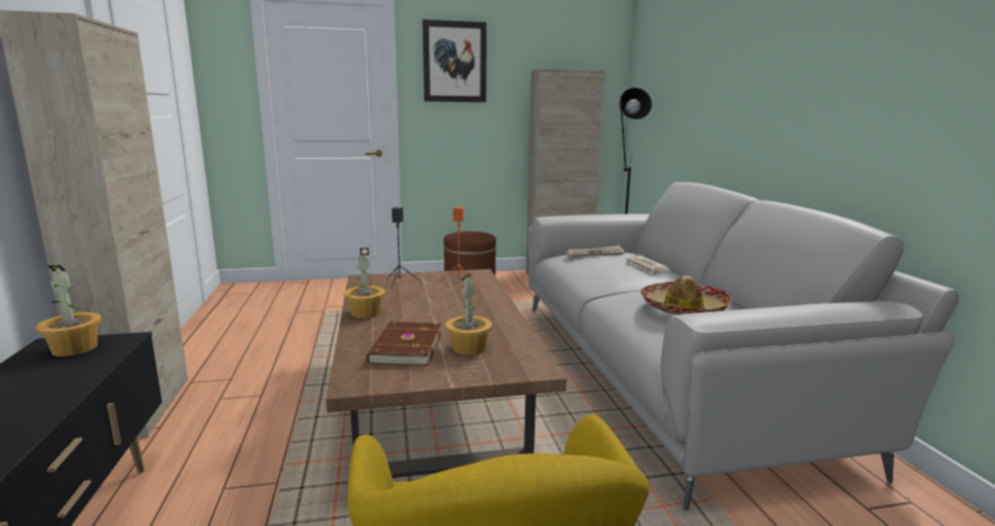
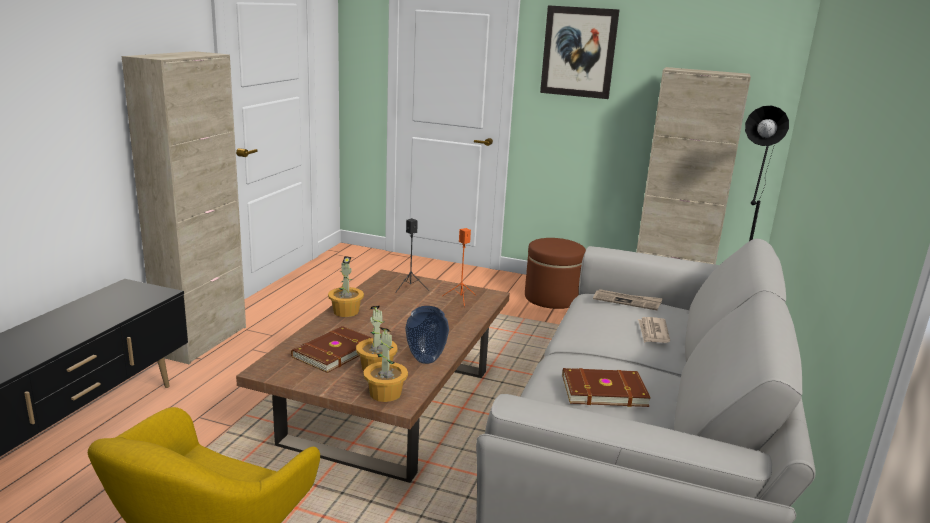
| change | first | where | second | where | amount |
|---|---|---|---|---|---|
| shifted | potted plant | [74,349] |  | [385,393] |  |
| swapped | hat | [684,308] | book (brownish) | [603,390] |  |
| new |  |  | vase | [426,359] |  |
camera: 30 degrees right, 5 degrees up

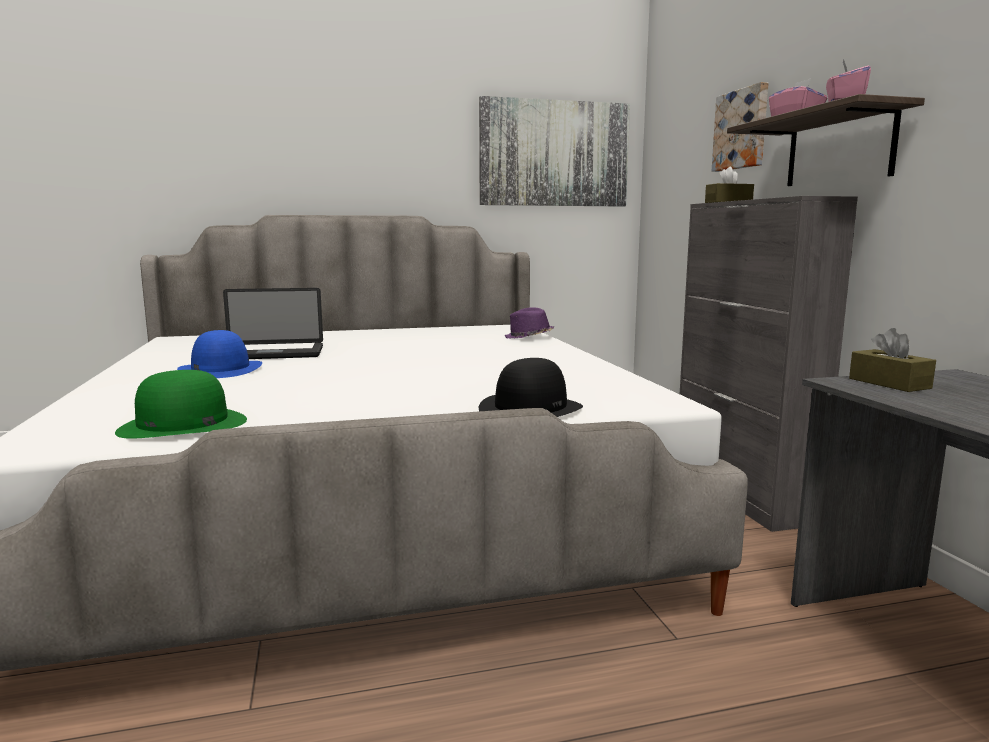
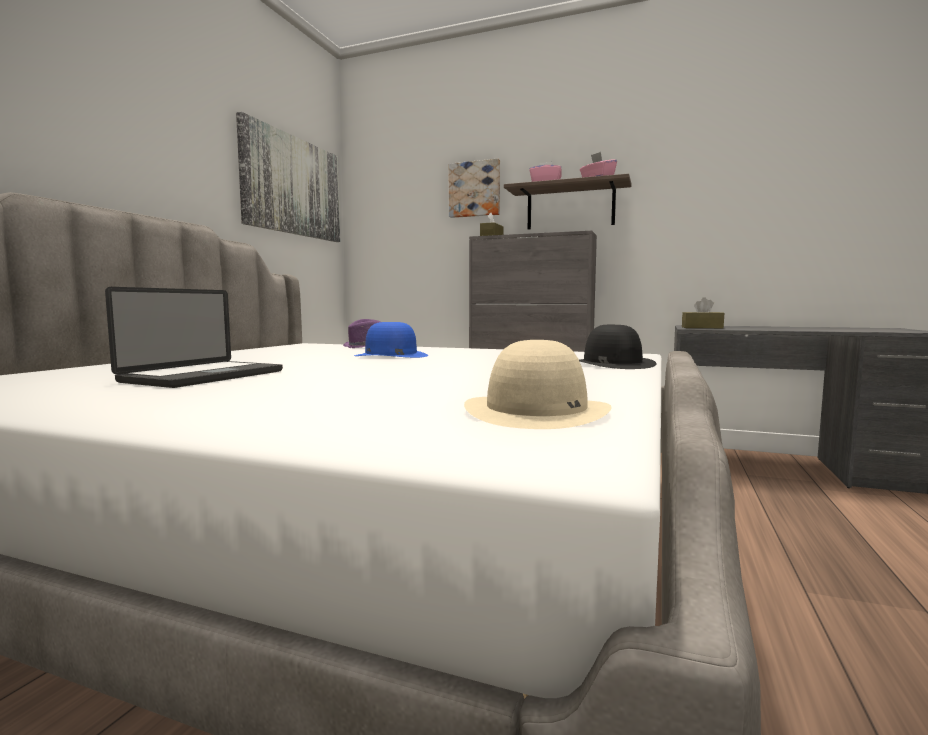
| change | first | where | second | where | amount |
|---|---|---|---|---|---|
| shifted | hat (blue-coloured) | [220,369] |  | [390,355] |  |
| repainted | hat (green-coloured) | [182,425] | hat (beige) | [536,411] |  |
camera: 55 degrees left, 5 degrees down

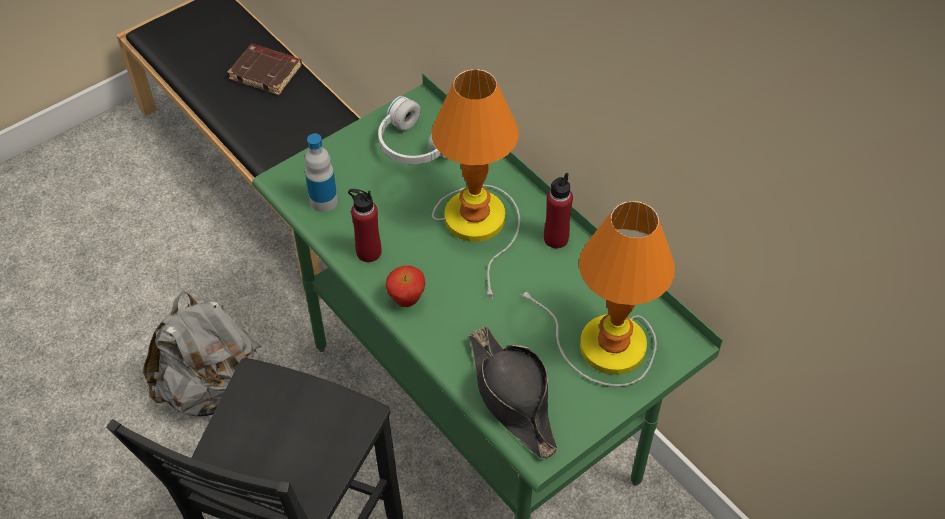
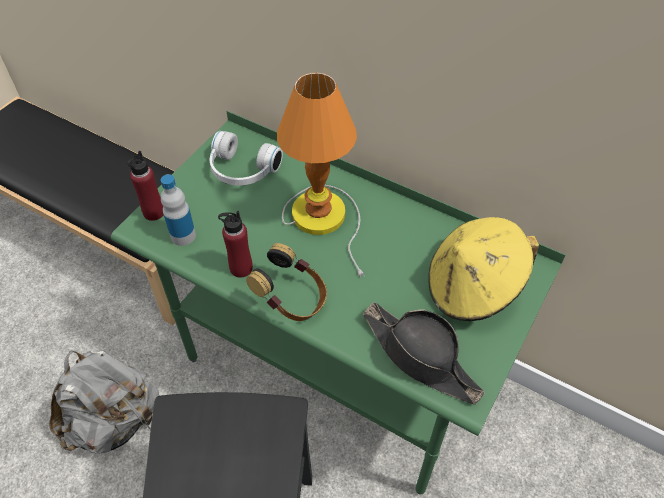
| change | first | where | second | where | amount |
|---|---|---|---|---|---|
| gone | book (brownish) | [267,73] |  |  |  |
| shifted | drink bottle (reddish) | [555,238] |  | [153,212] |  |
| swapped | tabletop lamp | [604,345] | hat (yellowish) | [472,288] |  |
| swapped | whole apple | [406,300] | pair of headphones | [292,300] |  |
camera: 20 degrees left, 0 degrees up

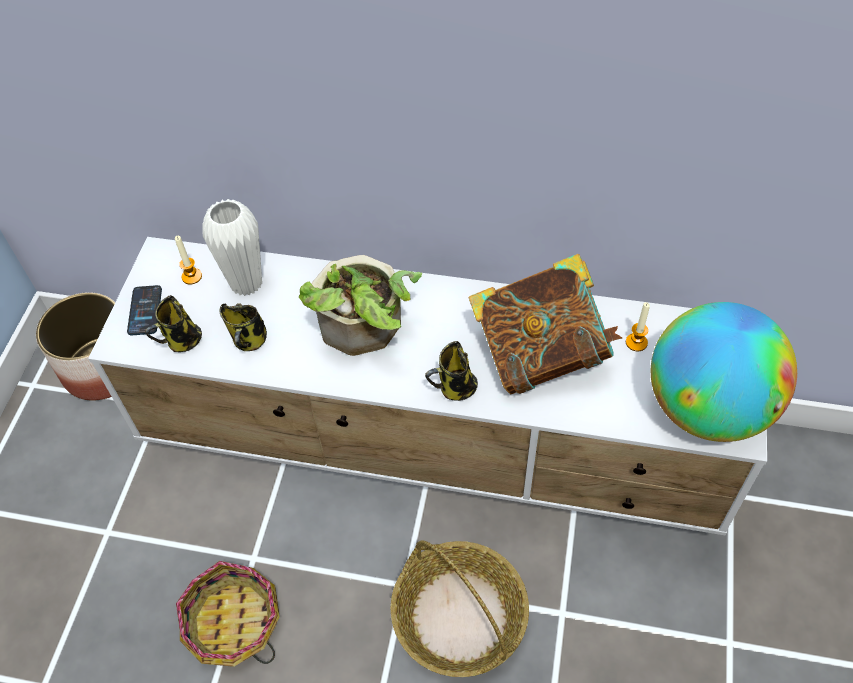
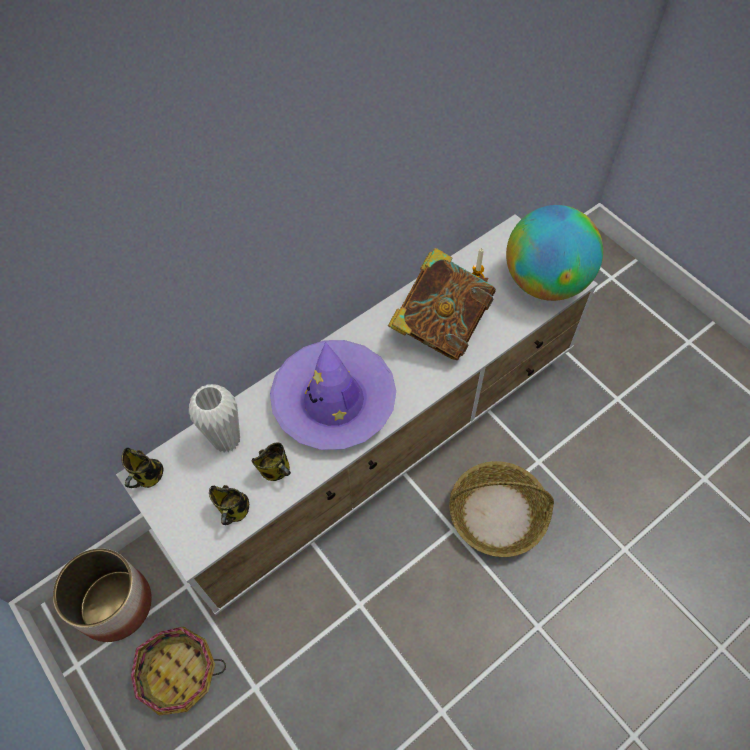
| change | first | where | second | where | amount |
|---|---|---|---|---|---|
| gone | wax light | [192,276] |  |  |  |
| swapped | potted plant | [364,331] | hat (purple) | [334,401] |  |
| gone | handset | [145,311] |  |  |  |
| shifted | coffee mug | [455,388] |  | [148,477] |  |
| shifted | storage basket | [233,622] |  | [178,673] |  |
camera: 50 degrees left, 5 degrees up

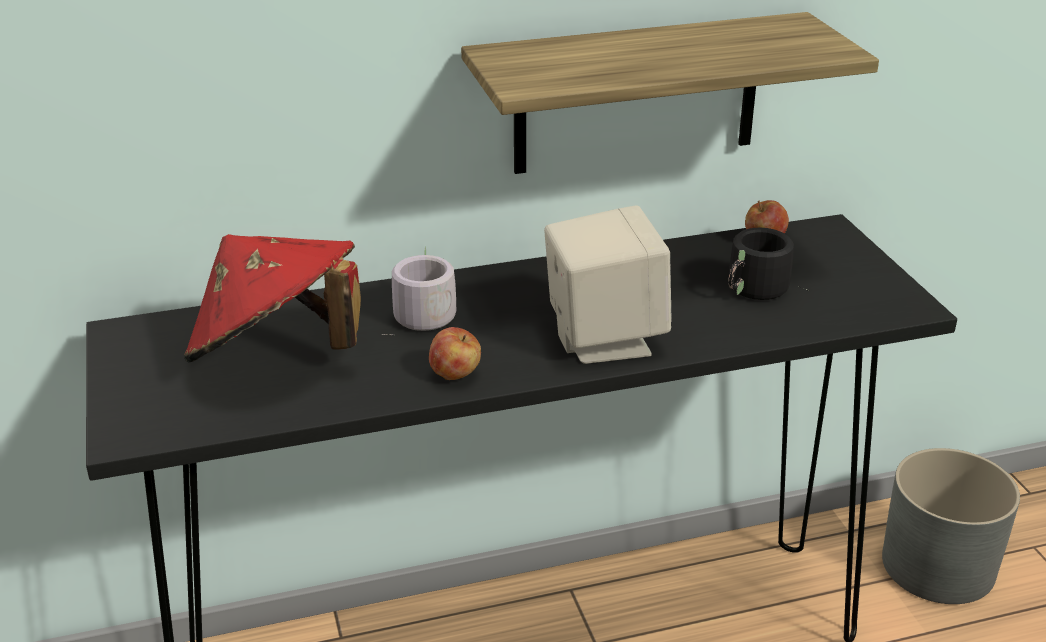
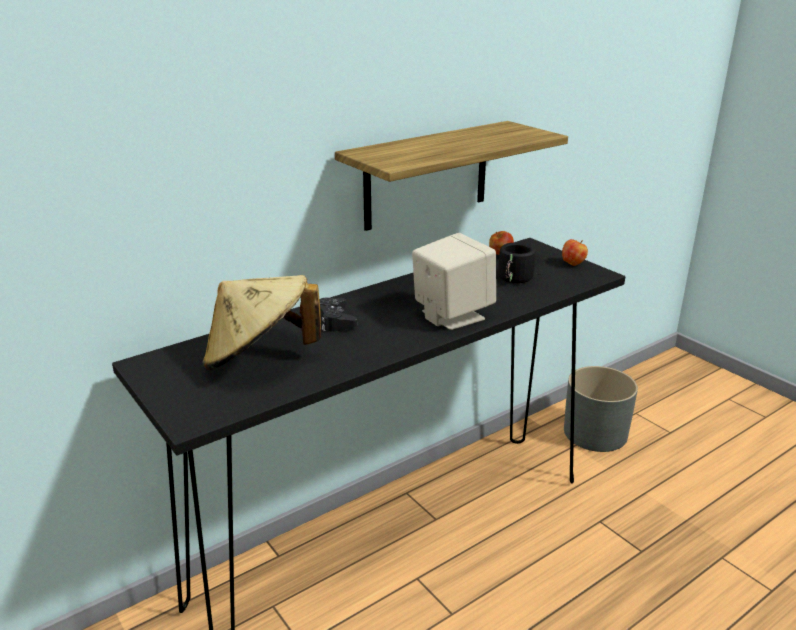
| change | first | where | second | where | amount |
|---|---|---|---|---|---|
| repainted | hat (reddish) | [277,354] | hat (beige) | [260,357] |  |
| swapped | coffee mug (grey) | [422,313] | game controller (black) | [335,320] |  |
| shifted | whole apple | [455,374] |  | [573,264] |  |
camera: 20 degrees left, 5 degrees down

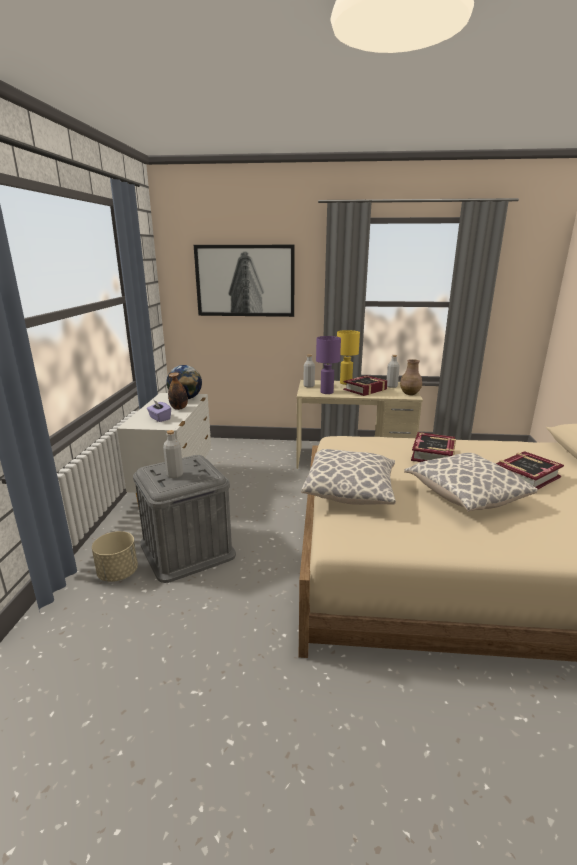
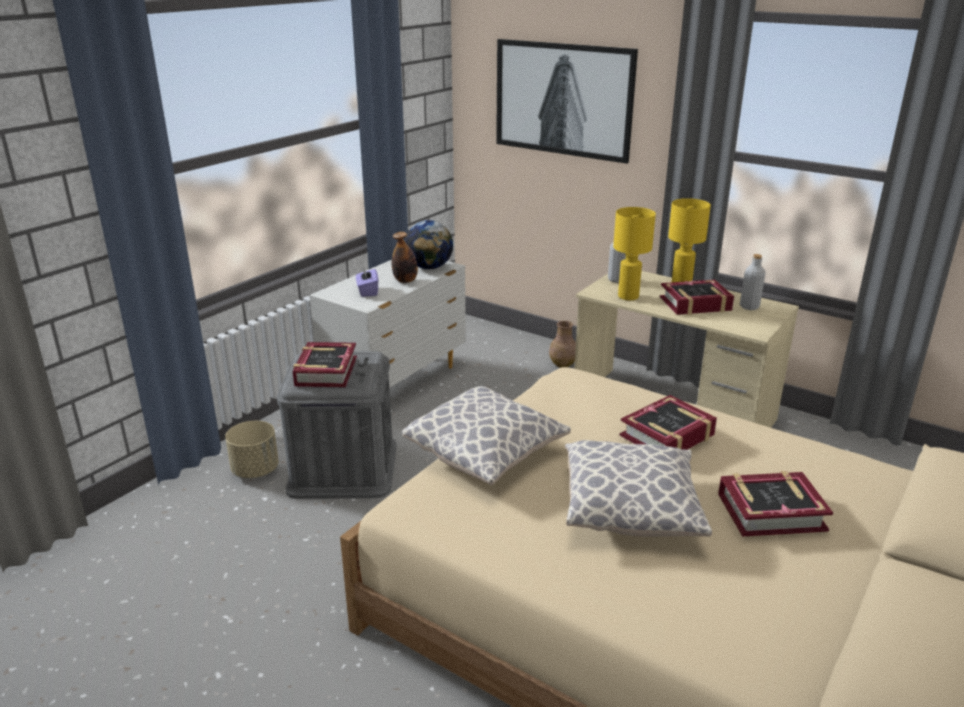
| change | first | where | second | where | amount |
|---|---|---|---|---|---|
| repainted | tabletop lamp (purple) | [327,392] | tabletop lamp (yellowish) | [628,297] |  |
| shifted | vase (brownish) | [410,393] |  | [562,364] |  |
| swapped | drink bottle (grey) | [174,475] | book | [325,371] |  |
camera: 30 degrees right, 5 degrees up

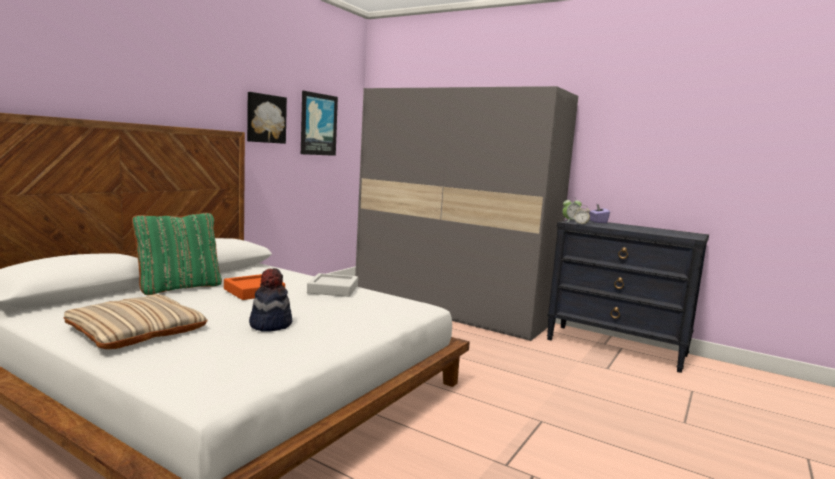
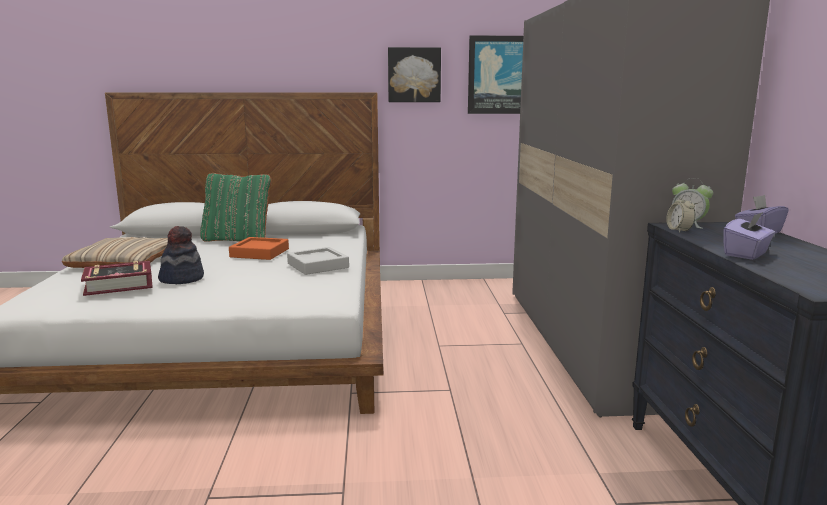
| change | first | where | second | where | amount |
|---|---|---|---|---|---|
| new |  |  | tissue box (purple) | [746,254] |  |
| new |  |  | book | [119,285] |  |
camera: 55 degrees right, 5 degrees up

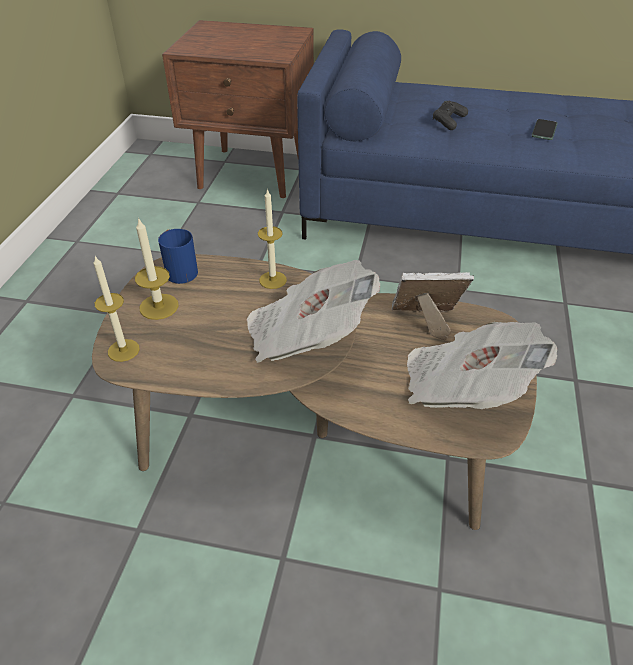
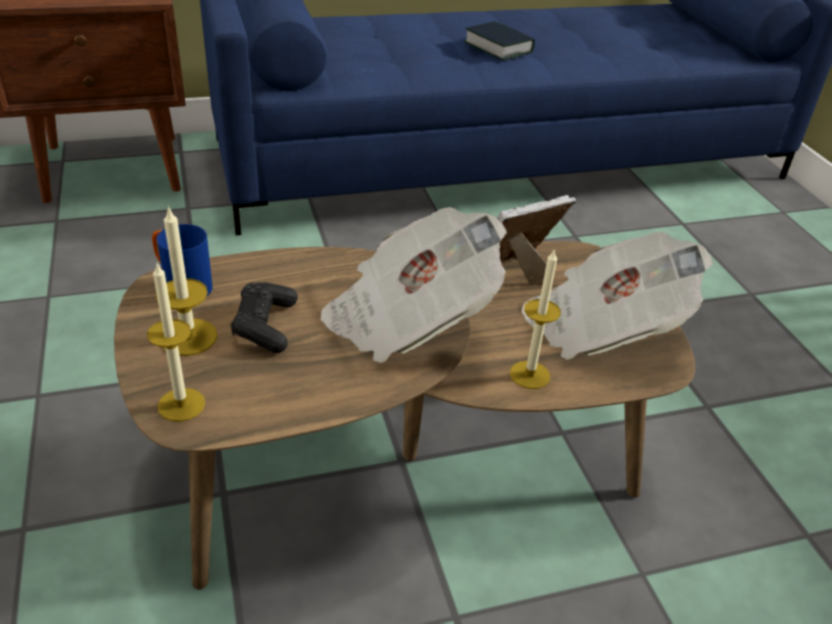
| change | first | where | second | where | amount |
|---|---|---|---|---|---|
| shifted | game controller (black) | [448,121] |  | [265,326] |  |
| swapped | handset | [544,130] | book | [498,48] |  |
| shifted | wax light | [273,280] |  | [529,375] |  |
camera: 30 degrees left, 5 degrees down

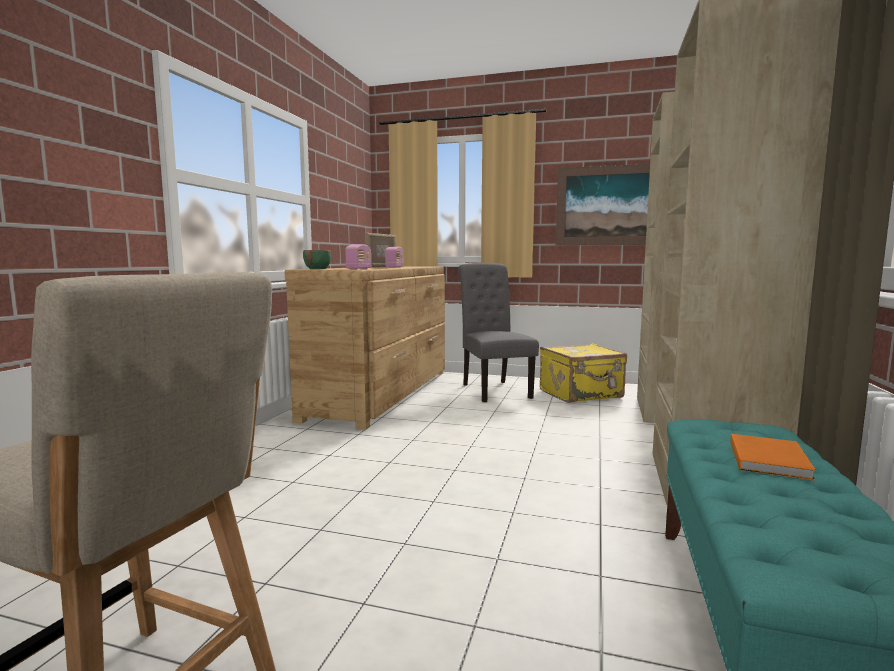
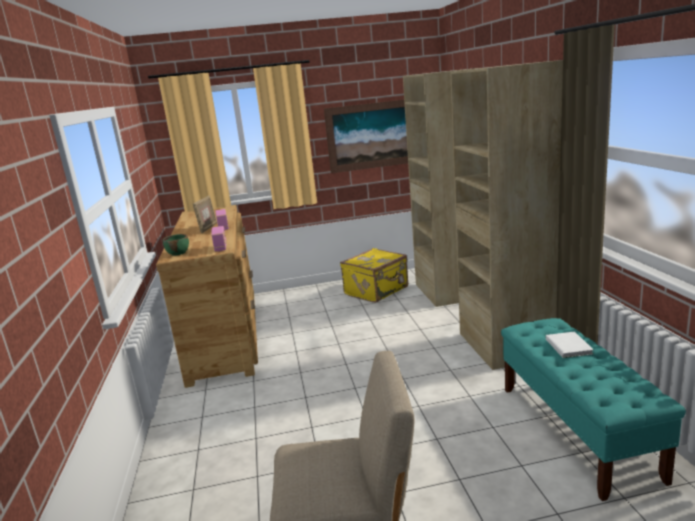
| change | first | where | second | where | amount |
|---|---|---|---|---|---|
| gone | upright chair (grey) | [493,390] |  |  |  |
| repainted | book (orange-coloured) | [769,459] | book (white) | [568,346] |  |
camera: 25 degrees left, 10 degrees up

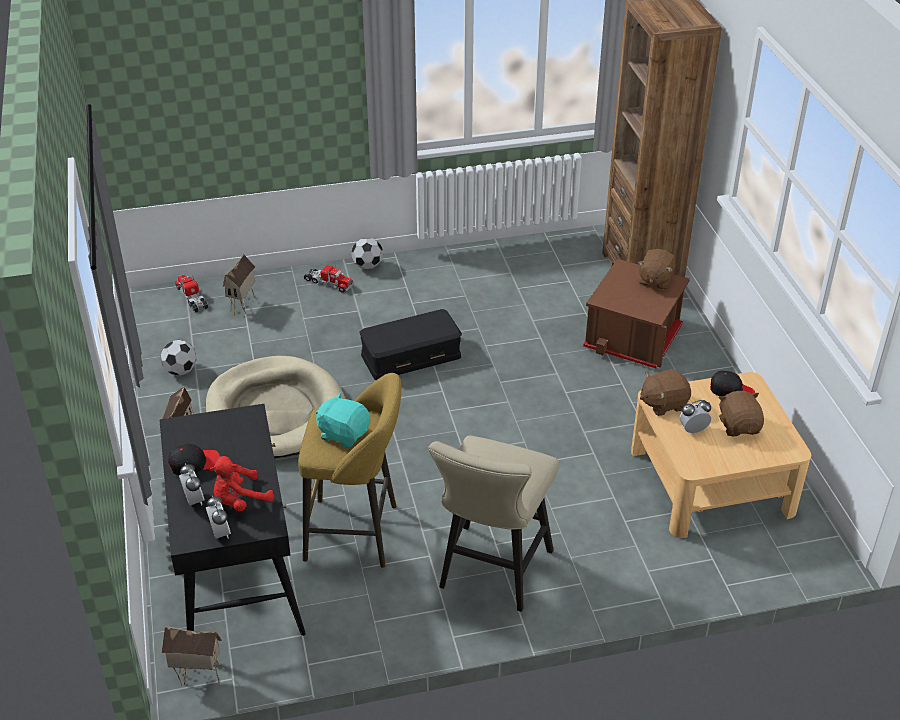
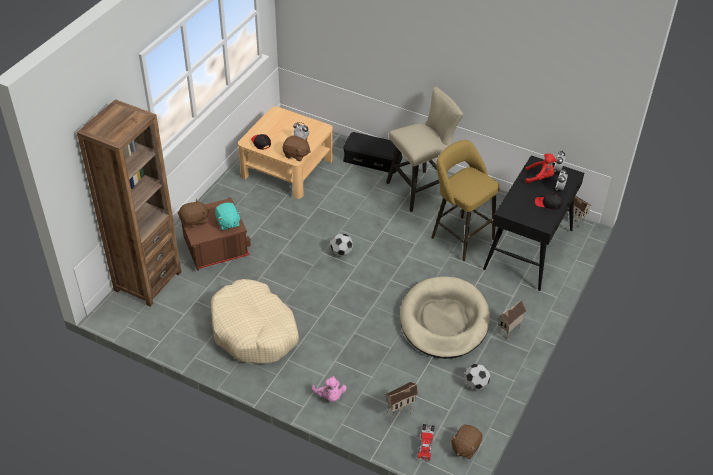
| change | first | where | second | where | amount |
|---|---|---|---|---|---|
| shifted | football | [367,266] |  | [341,252] |  |
| swapped | model truck | [328,283] | soft toy (pinkish) | [330,396] |  |
| shifted | storage bin (black) | [410,355] |  | [372,159] |  |
| shifted | soft toy (brownish) | [739,426] |  | [465,447] |  |
| shifted | soft toy (turquoise) | [343,434] |  | [228,223] |  |
| new |  |  | pet bed (beige) | [254,331] |  |
camera: 140 degrees left, 5 degrees up

